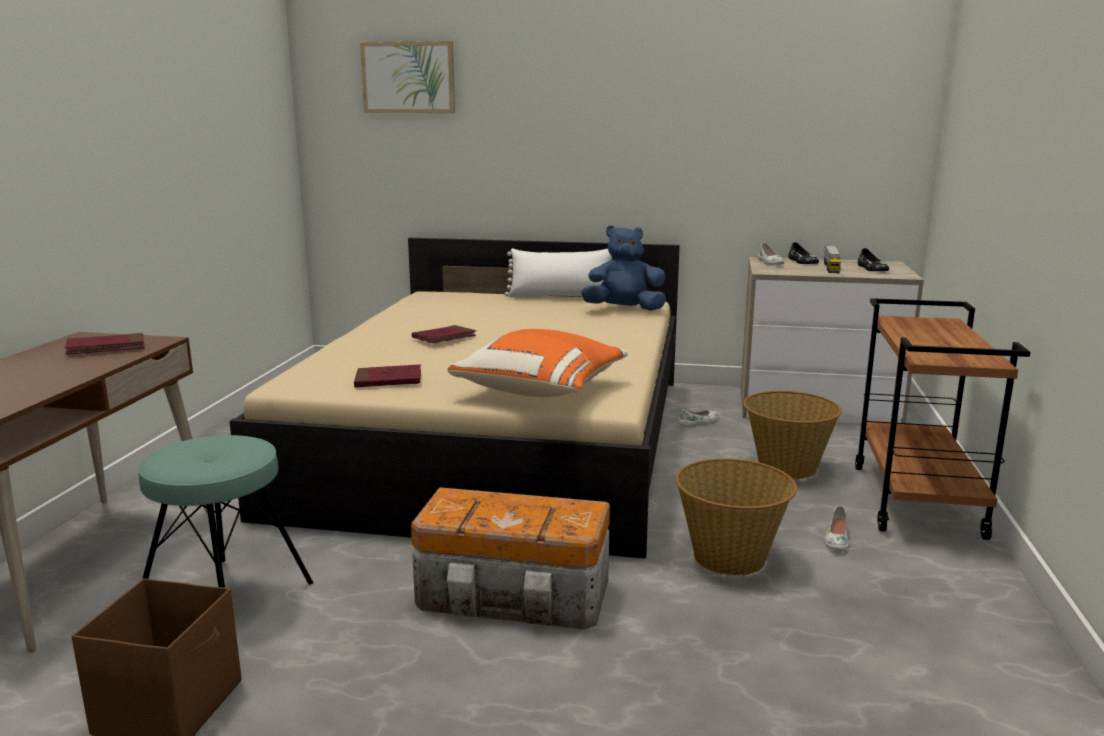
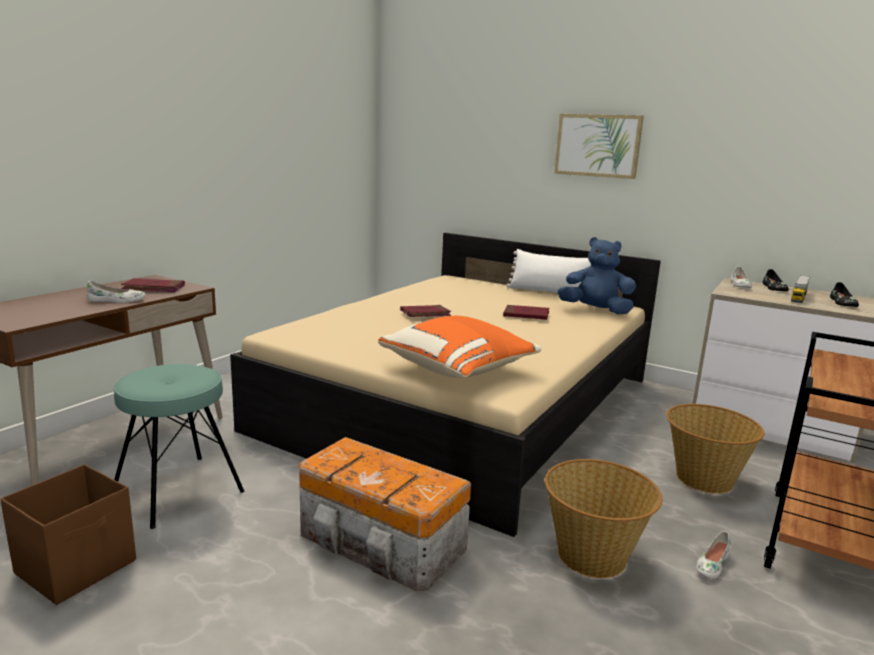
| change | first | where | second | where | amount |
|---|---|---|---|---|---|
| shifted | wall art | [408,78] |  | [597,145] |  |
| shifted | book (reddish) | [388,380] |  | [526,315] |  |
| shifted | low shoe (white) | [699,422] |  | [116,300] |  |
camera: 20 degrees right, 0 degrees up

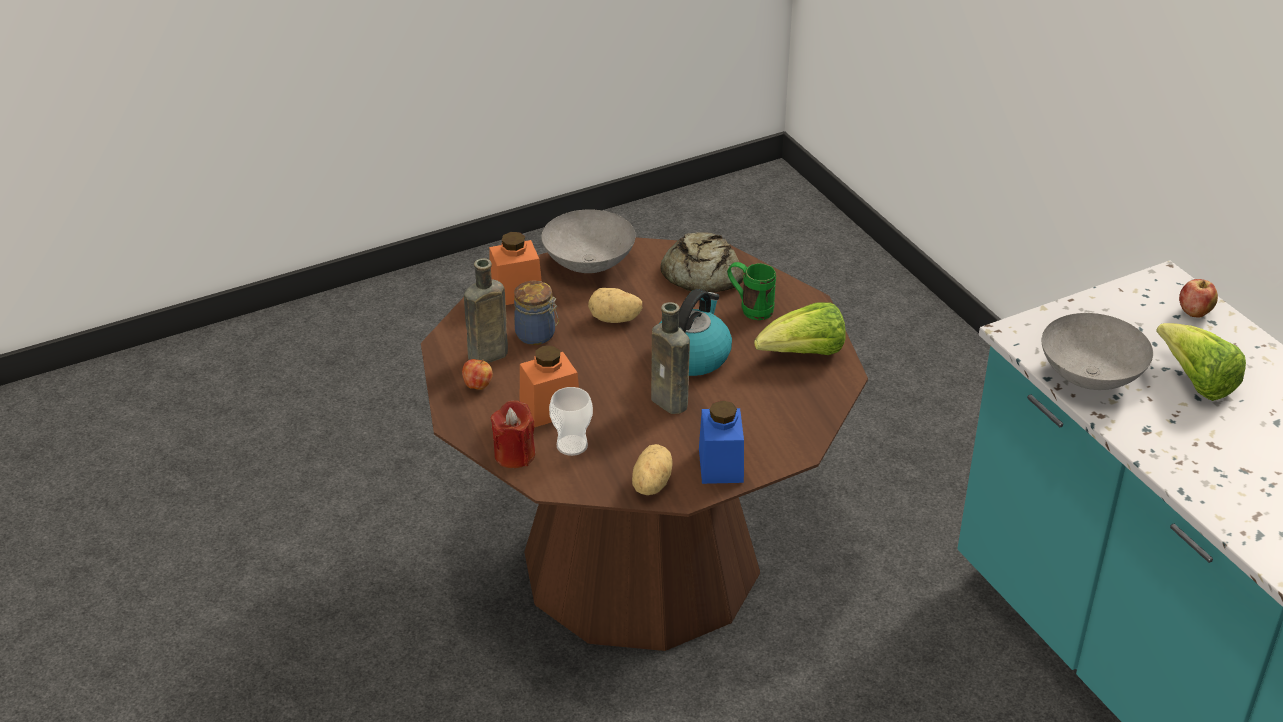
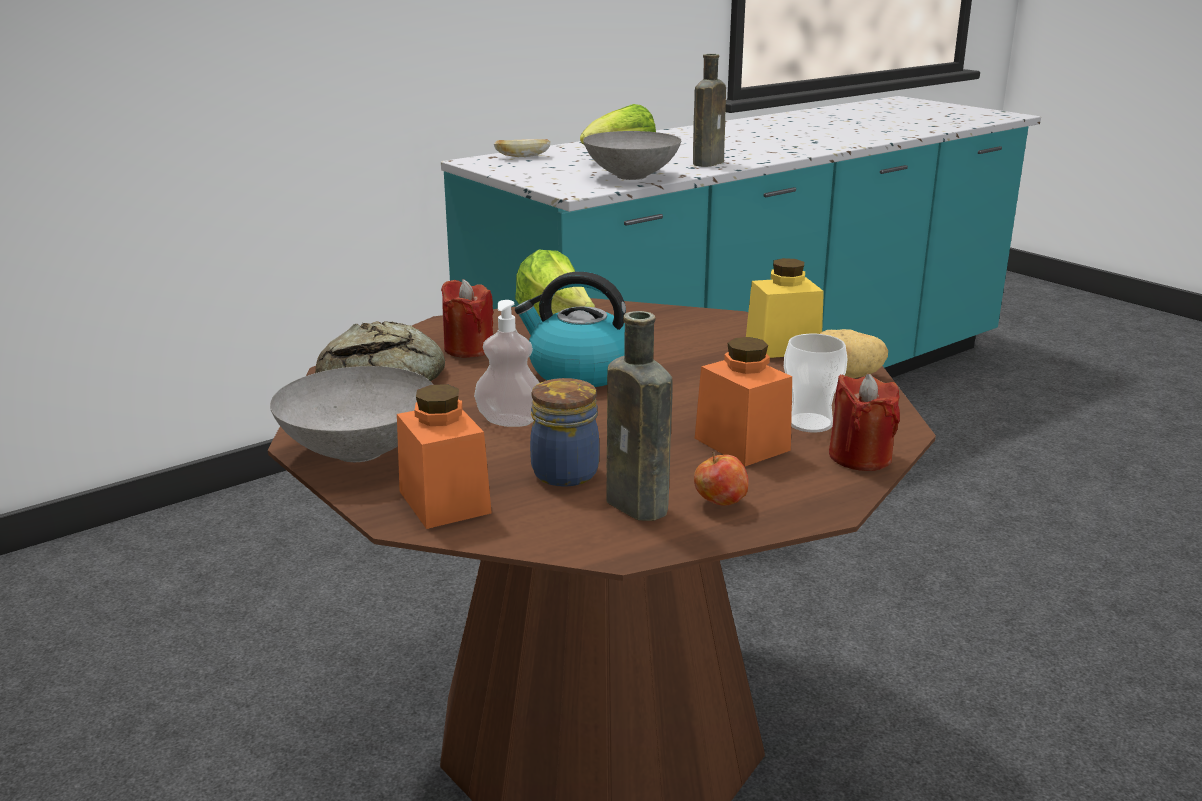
| change | first | where | second | where | amount |
|---|---|---|---|---|---|
| swapped | coffee mug (green-coloured) | [750,309] | wax light (reddish) | [468,349] |  |
| swapped | whole apple | [1194,313] | baked bread | [522,157] |  |
| swapped | spud | [615,319] | soap dispenser | [510,421] |  |
| shifted | drink bottle (brownish) | [671,403] |  | [709,162] |  |
| repainted | storage jar (blue-coloured) | [721,465] | storage jar (yellowish) | [782,347] |  |
camera: 100 degrees left, 15 degrees down

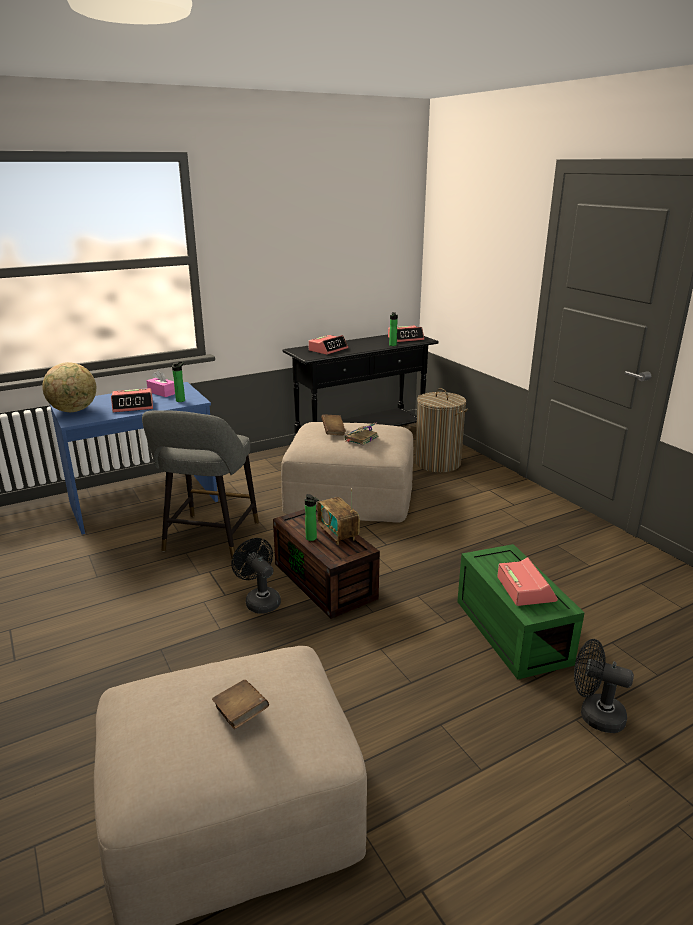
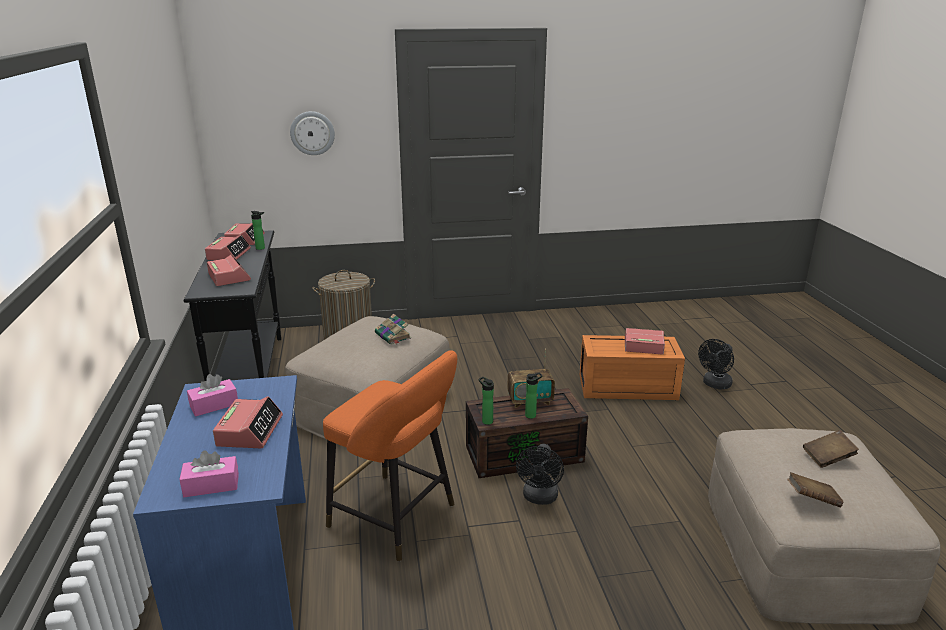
| change | first | where | second | where | amount |
|---|---|---|---|---|---|
| shifted | drink bottle | [181,400] |  | [486,421] |  |
| swapped | desk globe | [74,410] | tissue box (pinkish) | [211,485] |  |
| repainted | stool seat (grey) | [209,539] | stool seat (orange-coloured) | [397,518] |  |
| shifted | book (brownish) | [333,431] |  | [812,500] |  |
| rotated | fan (black) | [259,600] |  | [539,498] | 60 degrees counterclockwise |
| repainted | storage bin (green-coloured) | [509,630] | storage bin (orange-coloured) | [626,387] |  |
| new |  |  | hanging clock | [312,133] |  |
| new |  |  | table clock | [229,254] |  |
camera: 70 degrees left, 0 degrees up

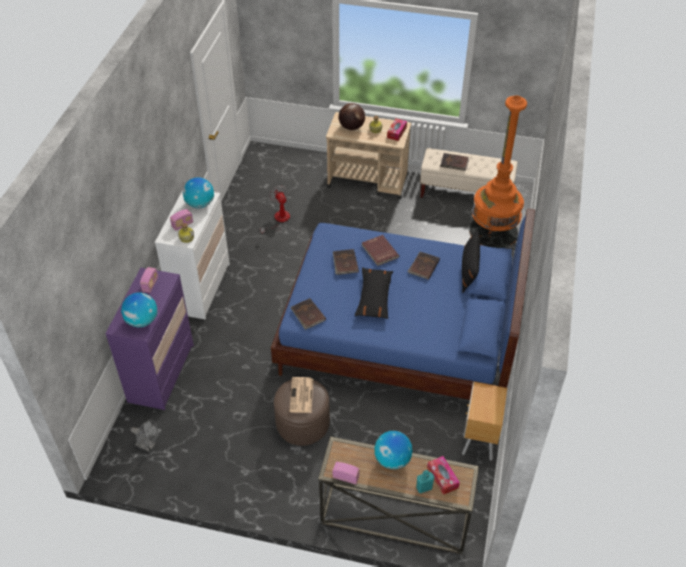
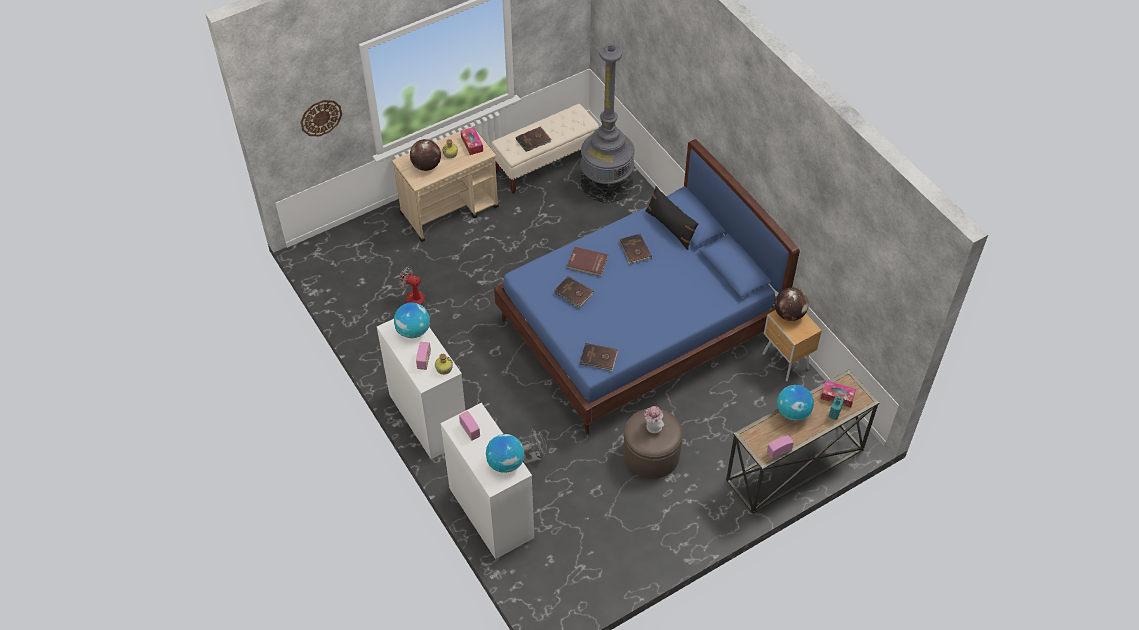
| change | first | where | second | where | amount |
|---|---|---|---|---|---|
| repainted | floor lamp (orange-coloured) | [493,231] | floor lamp (grey) | [606,182] |  |
| gone | pillow (black) | [374,297] |  |  |  |
| repainted | chest of drawers (purple) | [161,373] | chest of drawers (white) | [491,513] |  |
| swapped | daily paper | [301,396] | hat | [652,428] |  |
| shifted | fan (grey) | [148,446] |  | [534,457] |  |
| new |  |  | hanging clock | [321,117] |  |
| new |  |  | desk globe | [789,314] |  |
camera: 45 degrees left, 5 degrees up

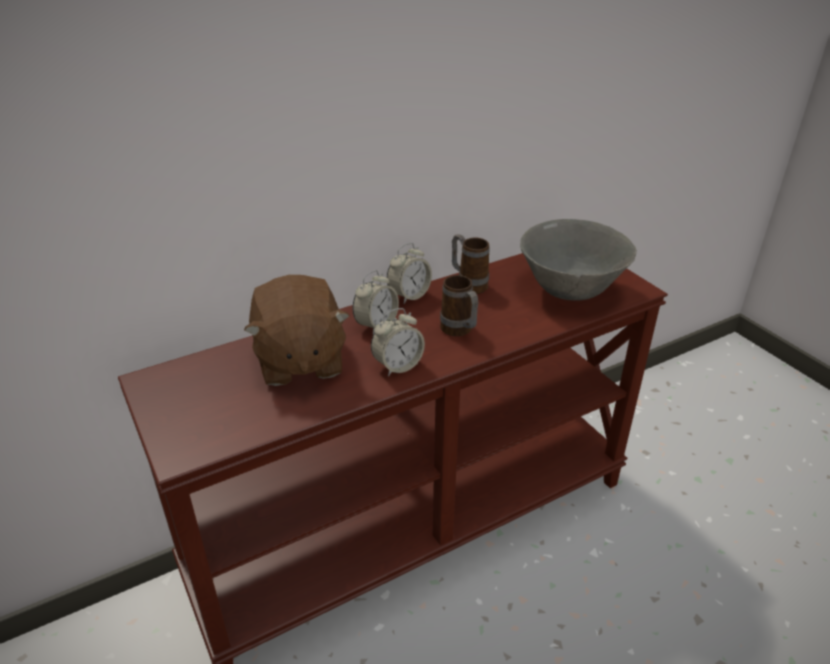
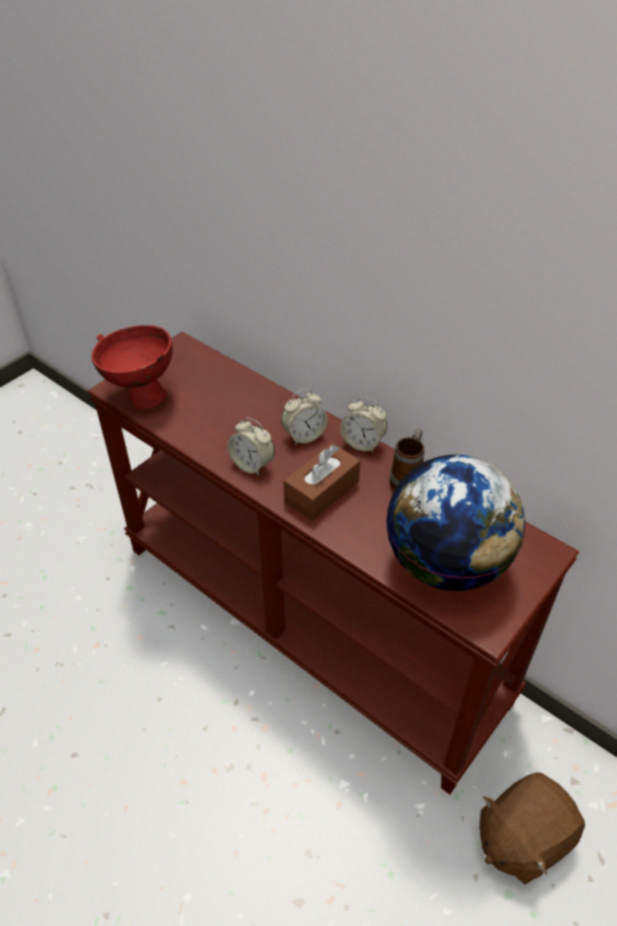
| change | first | where | second | where | amount |
|---|---|---|---|---|---|
| swapped | deep dish (grey) | [571,290] | desk globe | [446,564] |  |
| rotated | table clock | [376,325] |  | [304,436] | 45 degrees counterclockwise |
| shifted | soft toy (brownish) | [299,360] |  | [521,838] |  |
| swapped | coffee mug | [459,331] | tissue box (brownish) | [322,491] |  |
| new |  |  | deep dish (reddish) | [140,395] |  |
camera: 70 degrees right, 10 degrees up

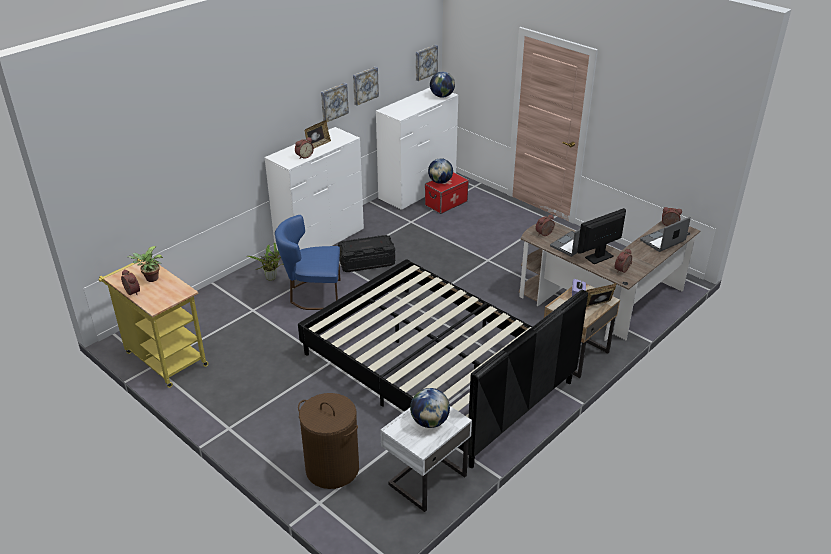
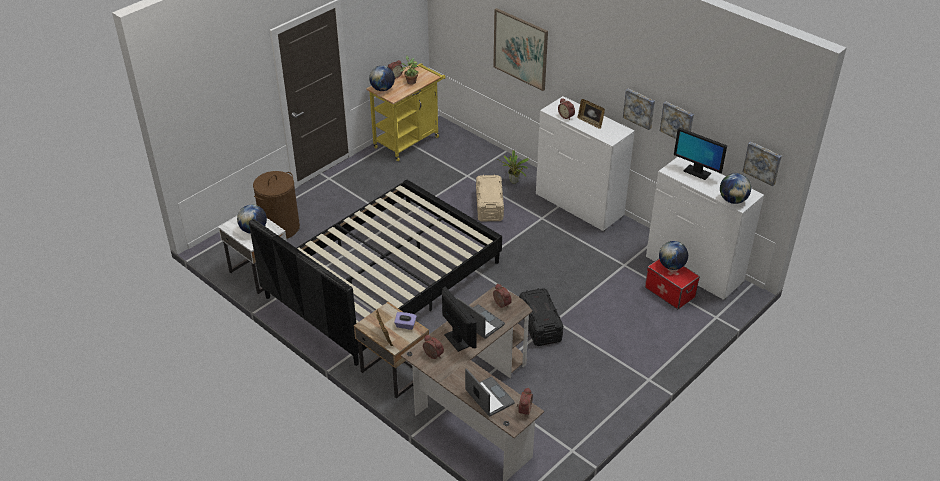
| change | first | where | second | where | amount |
|---|---|---|---|---|---|
| swapped | upright chair (blue-coloured) | [312,295] | storage bin (beige) | [489,206] |  |
| shifted | storage bin (black) | [367,262] |  | [540,325] |  |
| new |  |  | wall art | [520,49] |  |
| new |  |  | desk globe | [382,89] |  |
| new |  |  | computer display | [697,172] |  |
camera: 90 degrees right, 5 degrees up

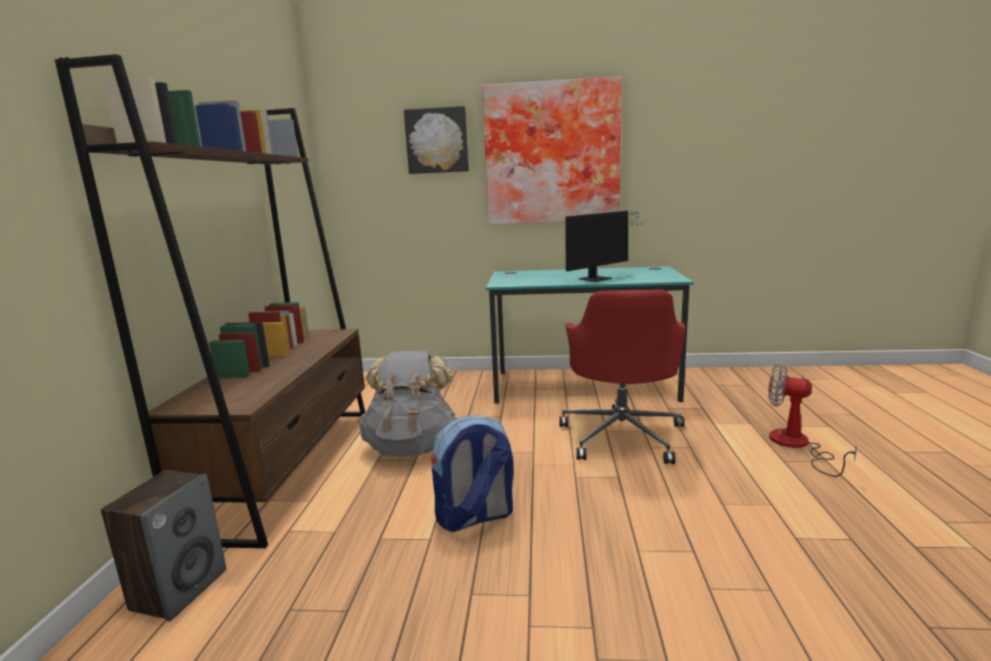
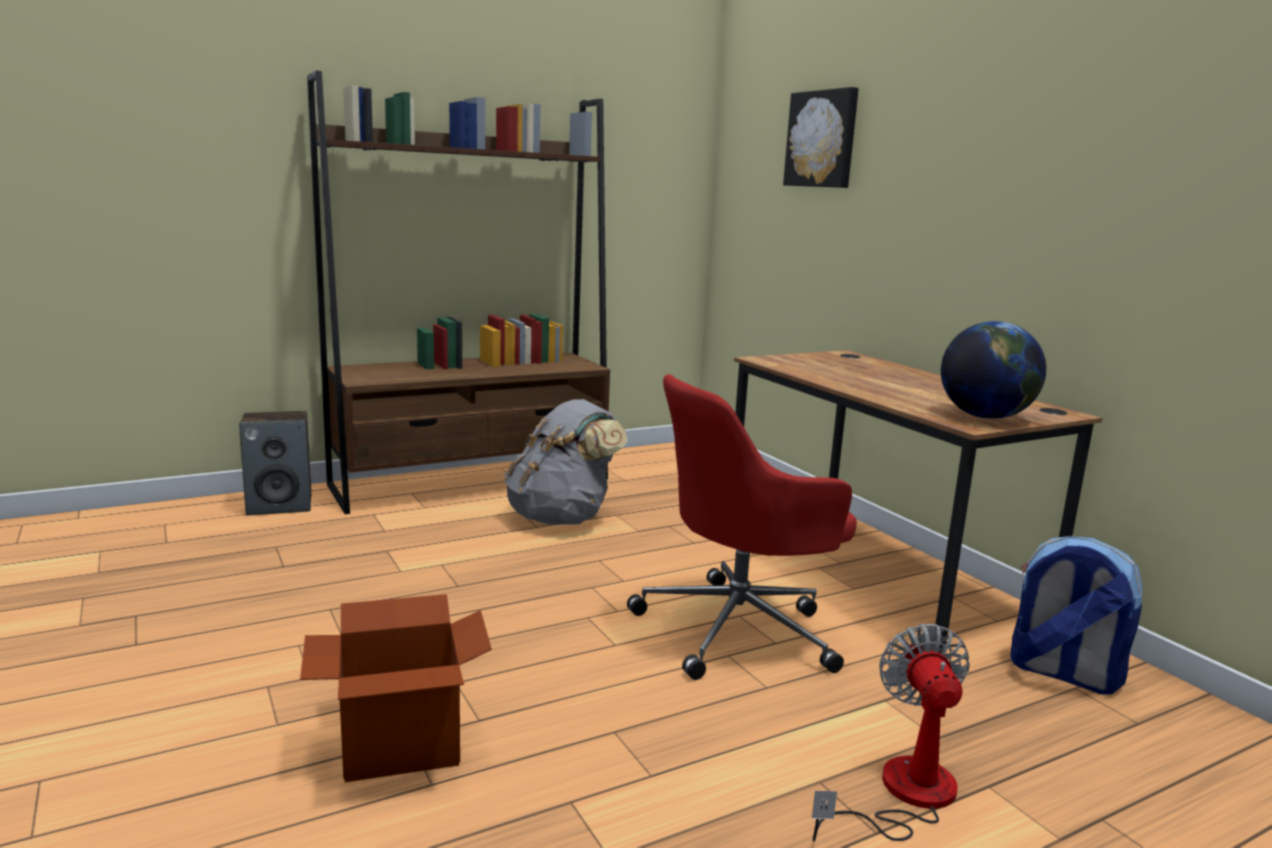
| change | first | where | second | where | amount |
|---|---|---|---|---|---|
| gone | wall art | [552,154] |  |  |  |
| gone | computer display | [599,278] |  |  |  |
| repainted | desk table (turquoise) | [583,385] | desk table (brownish) | [873,573] |  |
| shifted | knapsack | [475,517] |  | [1061,673] |  |
| new |  |  | desk globe | [985,417] |  |
| new |  |  | packing box | [400,747] |  |
camera: 55 degrees right, 0 degrees up

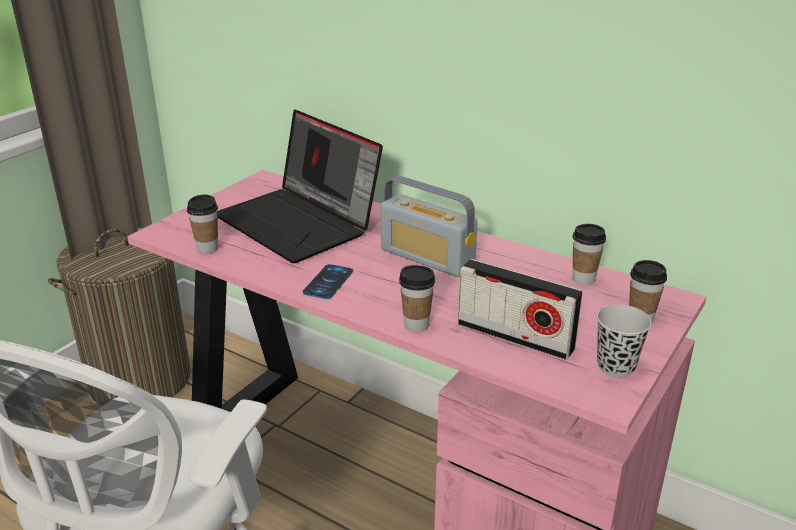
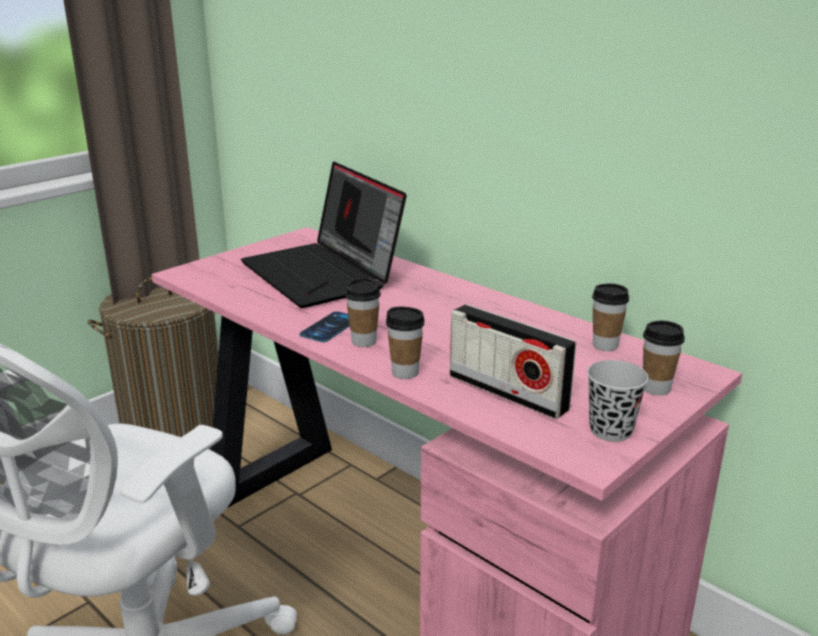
| change | first | where | second | where | amount |
|---|---|---|---|---|---|
| gone | radio set | [427,258] |  |  |  |
| shifted | drinking cup | [207,248] |  | [364,341] |  |
camera: 10 degrees right, 5 degrees down

